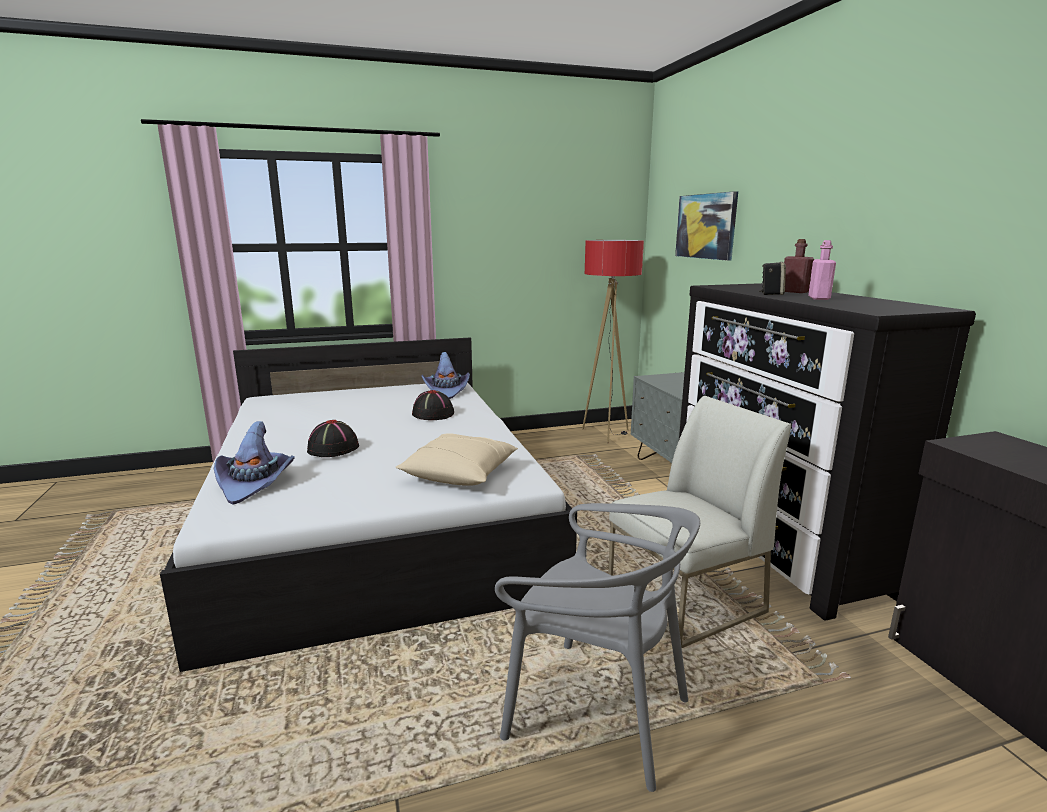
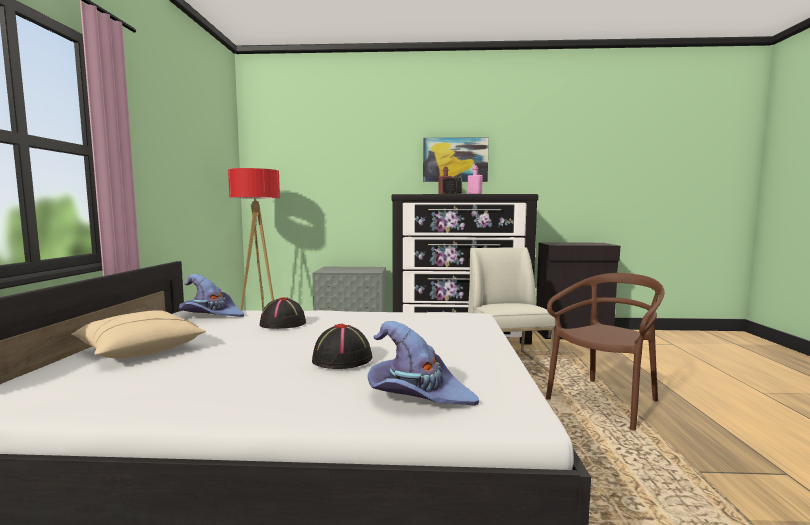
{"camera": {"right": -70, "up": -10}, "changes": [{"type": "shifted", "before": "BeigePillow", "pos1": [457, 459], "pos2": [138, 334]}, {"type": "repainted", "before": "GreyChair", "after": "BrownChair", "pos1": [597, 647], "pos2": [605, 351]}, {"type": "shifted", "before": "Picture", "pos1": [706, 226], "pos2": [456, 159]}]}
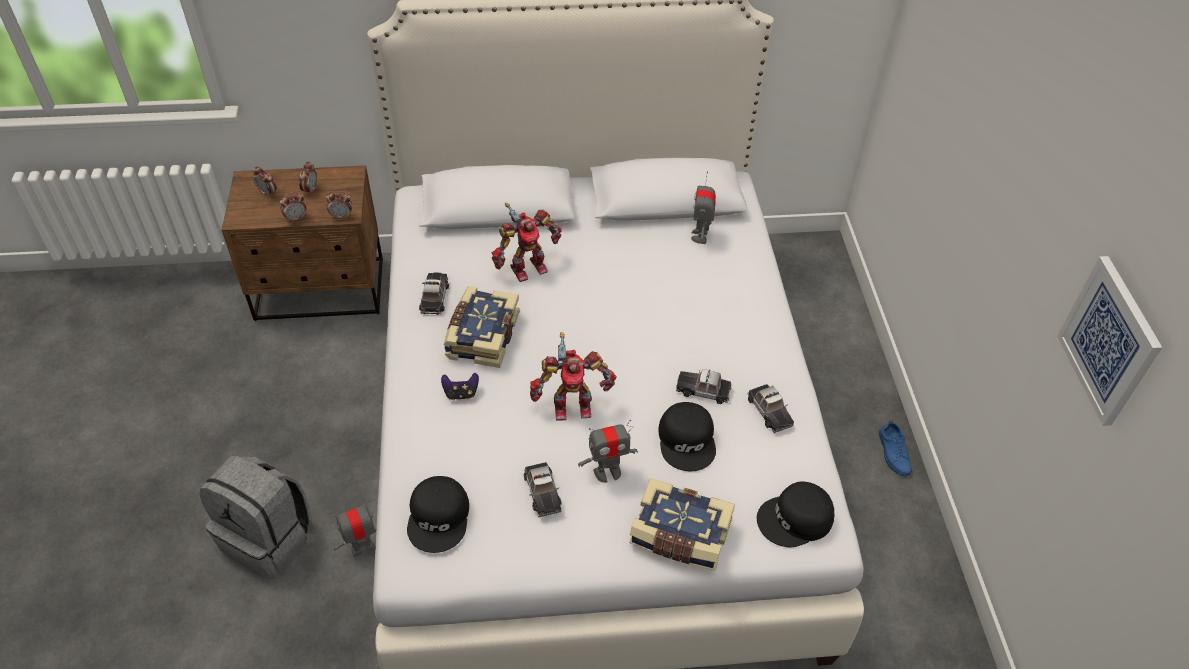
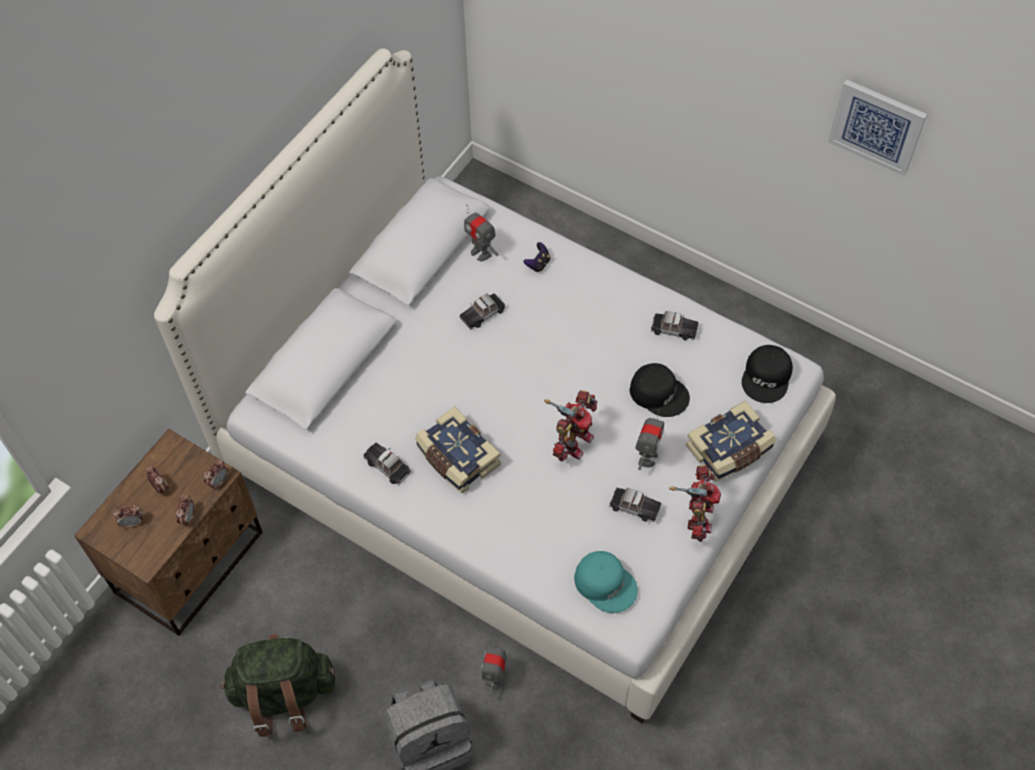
{"camera": {"right": -50, "up": 10}, "changes": [{"type": "repainted", "before": "BlackCap", "after": "TurquoiseCap", "pos1": [438, 514], "pos2": [606, 582]}, {"type": "shifted", "before": "GameController", "pos1": [460, 386], "pos2": [537, 257]}, {"type": "shifted", "before": "ToyRobot", "pos1": [527, 242], "pos2": [695, 503]}, {"type": "shifted", "before": "ToyCar", "pos1": [704, 386], "pos2": [483, 311]}, {"type": "gone", "before": "BlueShoe", "pos1": [895, 448]}, {"type": "new", "after": "GreenBackpack", "pos2": [278, 685]}]}
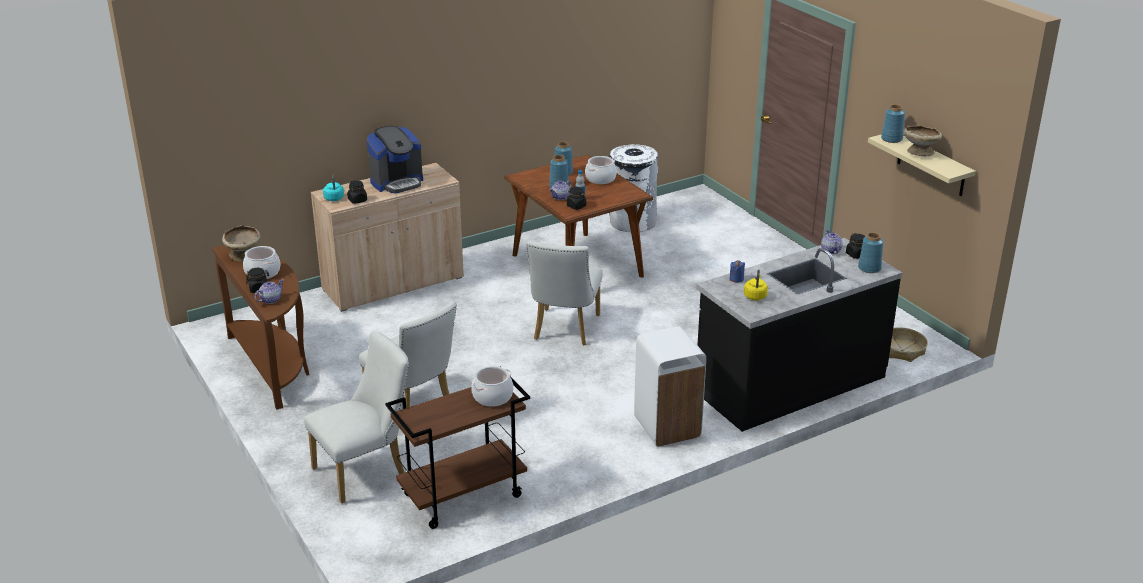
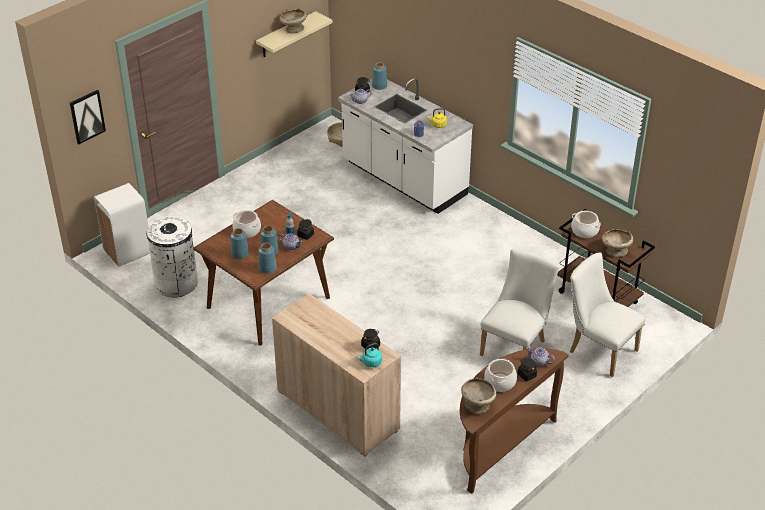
{"camera": {"right": -105, "up": 10}, "changes": [{"type": "gone", "before": "CoffeeMachine", "pos1": [395, 160]}, {"type": "gone", "before": "WhiteChair", "pos1": [564, 292]}, {"type": "shifted", "before": "WhiteTrashCan", "pos1": [670, 386], "pos2": [122, 225]}, {"type": "repainted", "before": "BlackCounter", "after": "WhiteCounter", "pos1": [799, 335], "pos2": [405, 146]}, {"type": "shifted", "before": "BlueVase", "pos1": [893, 123], "pos2": [267, 258]}, {"type": "new", "after": "Picture", "pos2": [88, 117]}, {"type": "new", "after": "BeigeBowl", "pos2": [617, 243]}]}
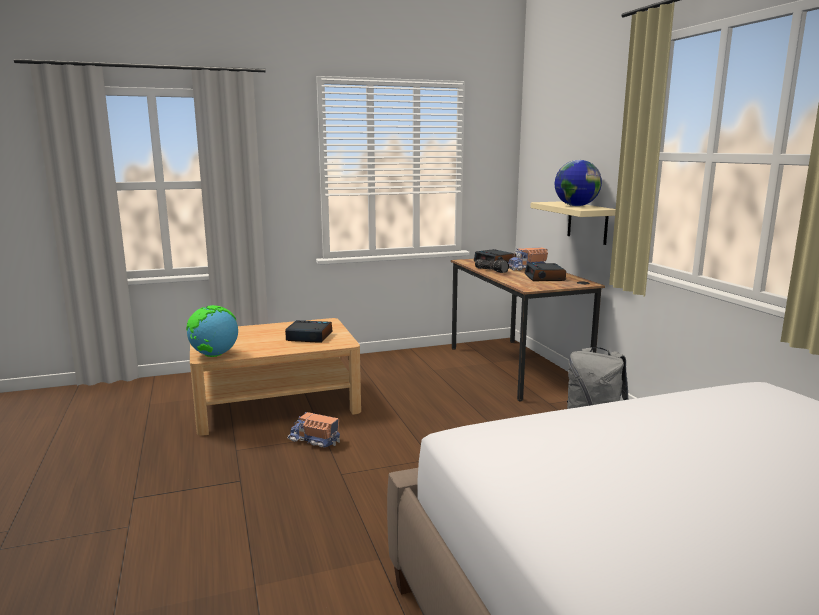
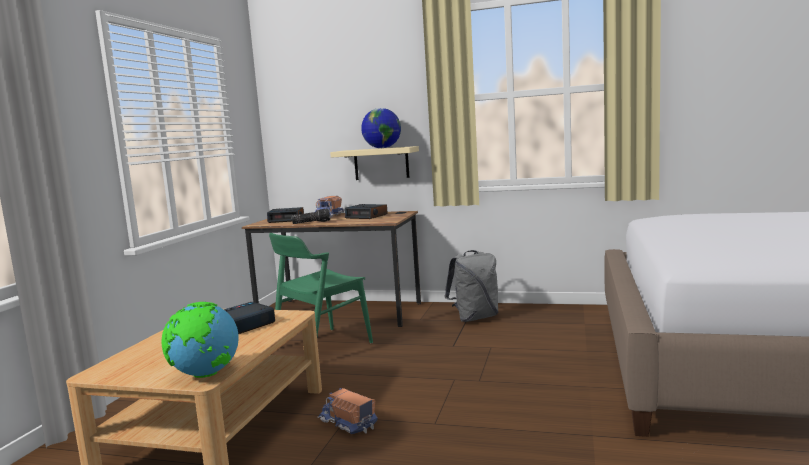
{"camera": {"right": -55, "up": -5}, "changes": [{"type": "rotated", "before": "ToyTruck", "pos1": [313, 430], "pos2": [347, 411], "turn": 75}, {"type": "new", "after": "GreenChair", "pos2": [321, 288]}]}
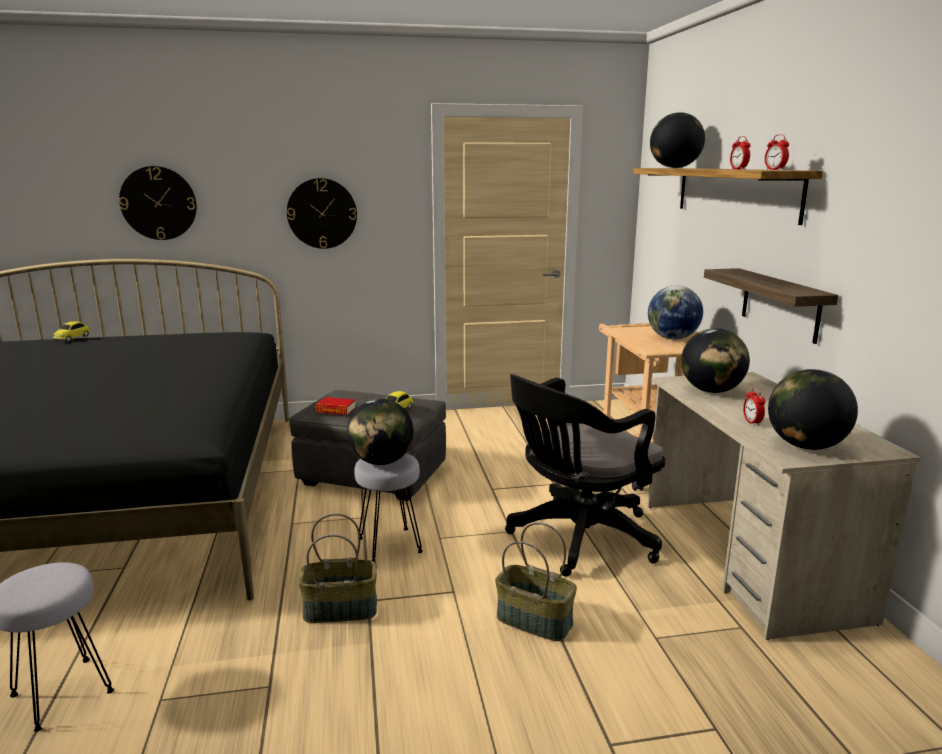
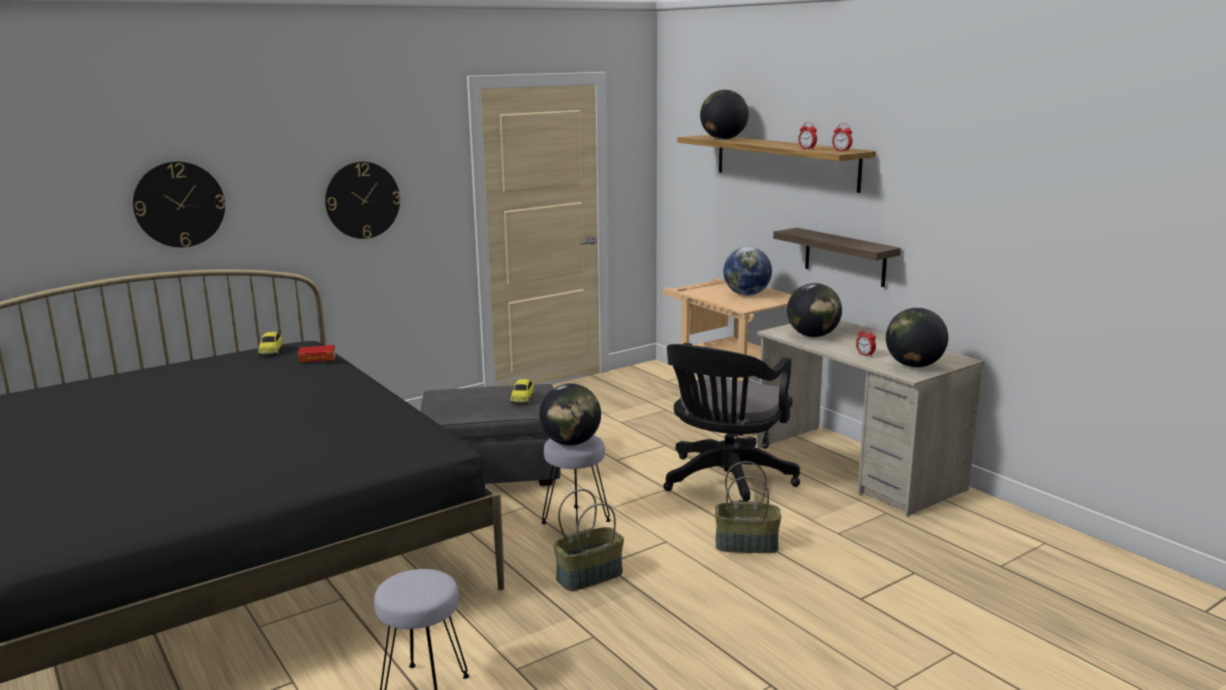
{"camera": {"right": -25, "up": 0}, "changes": [{"type": "shifted", "before": "ToyCar", "pos1": [71, 331], "pos2": [270, 344]}, {"type": "shifted", "before": "Book", "pos1": [335, 406], "pos2": [317, 354]}]}
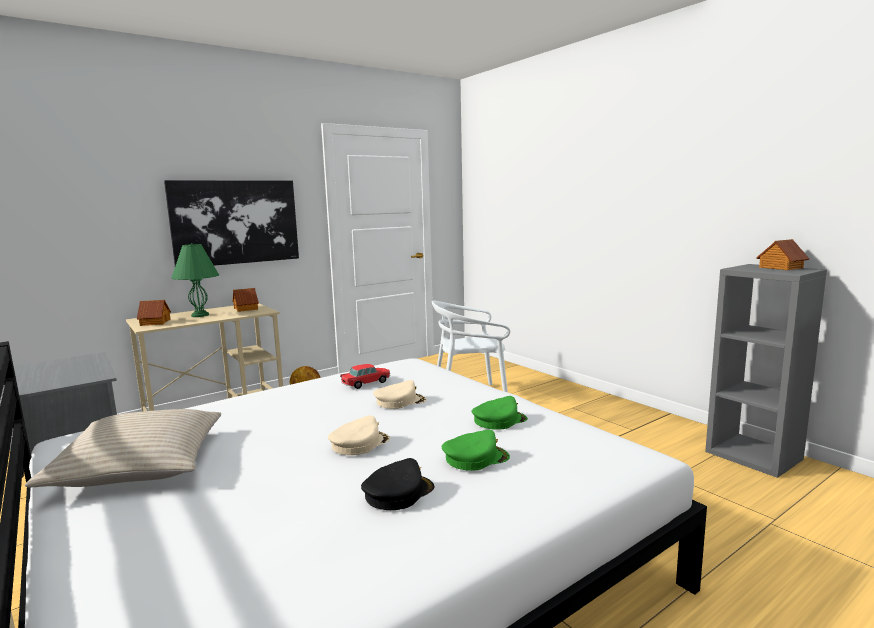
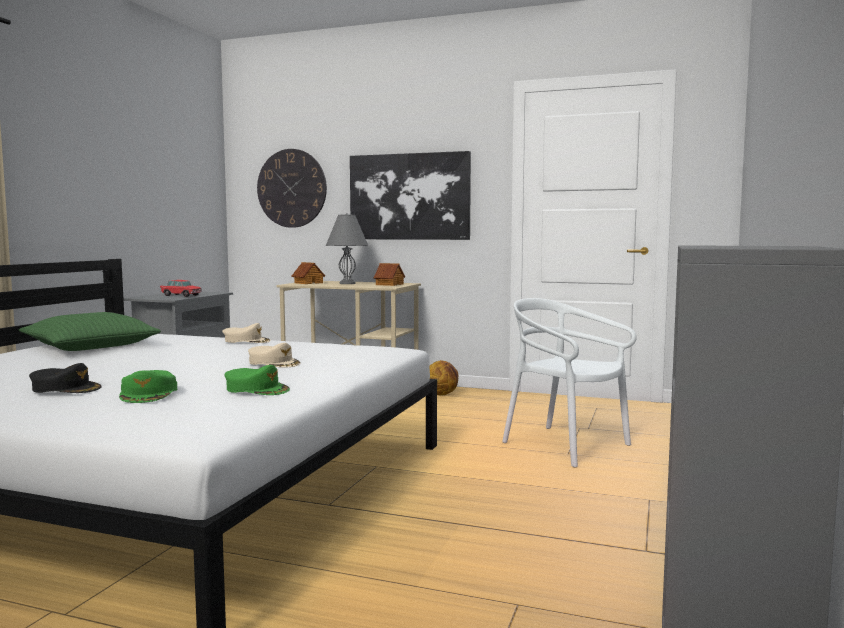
{"camera": {"right": 55, "up": -5}, "changes": [{"type": "repainted", "before": "BeigePillow", "after": "GreenPillow", "pos1": [123, 448], "pos2": [90, 331]}, {"type": "repainted", "before": "GreenTableLamp", "after": "GreyTableLamp", "pos1": [195, 280], "pos2": [347, 248]}, {"type": "shifted", "before": "BeigeCap", "pos1": [359, 435], "pos2": [246, 333]}, {"type": "shifted", "before": "ToyCar", "pos1": [365, 376], "pos2": [181, 288]}, {"type": "rotated", "before": "GreenCap", "pos1": [476, 450], "pos2": [148, 386], "turn": 45}, {"type": "gone", "before": "ToyHouse", "pos1": [782, 254]}, {"type": "new", "after": "WallClock", "pos2": [292, 188]}]}
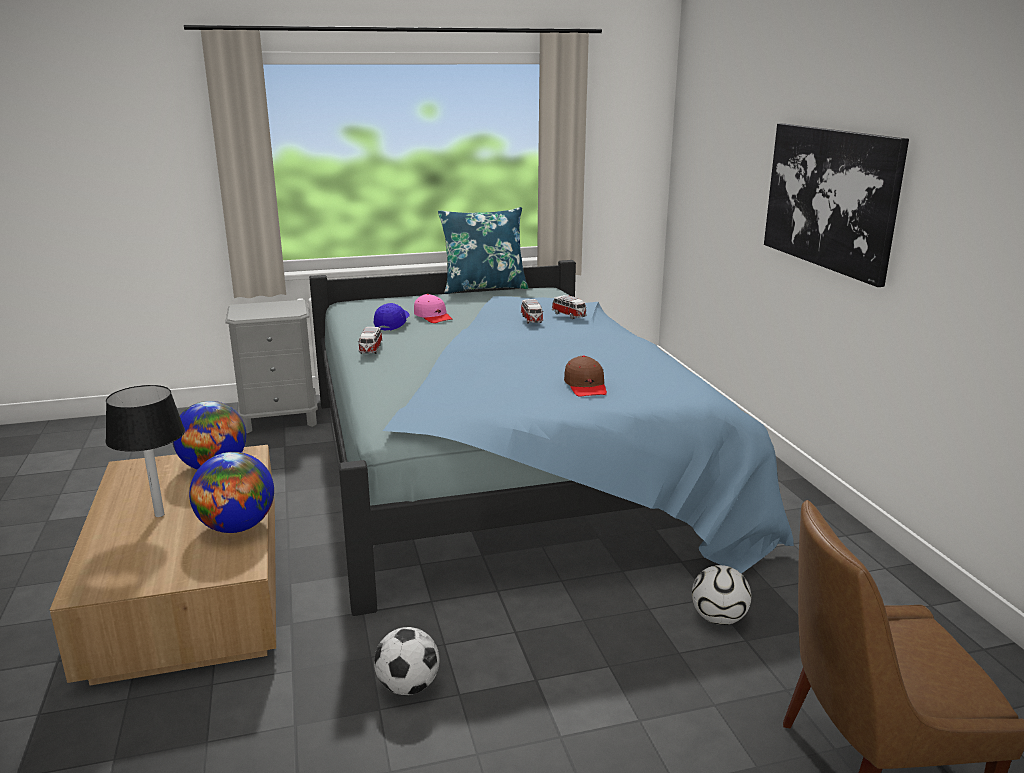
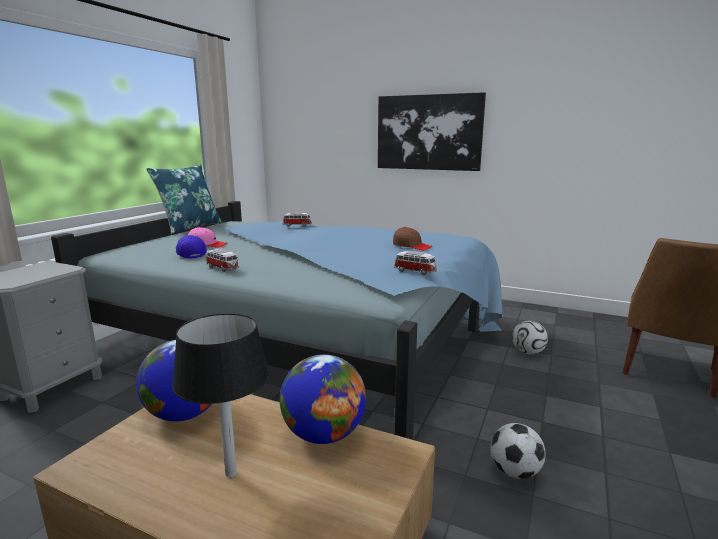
{"camera": {"right": -50, "up": -5}, "changes": [{"type": "shifted", "before": "ToyCar", "pos1": [532, 311], "pos2": [415, 263]}]}
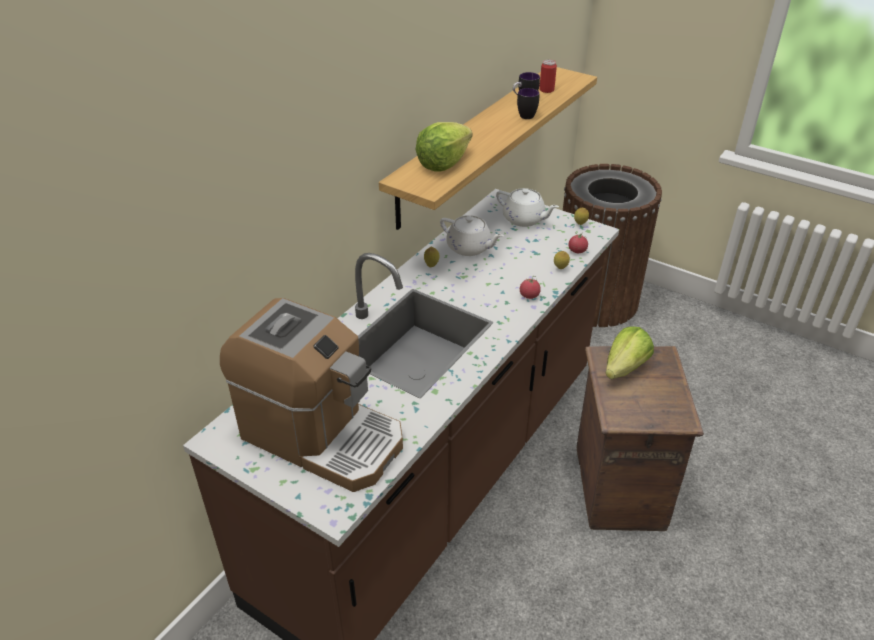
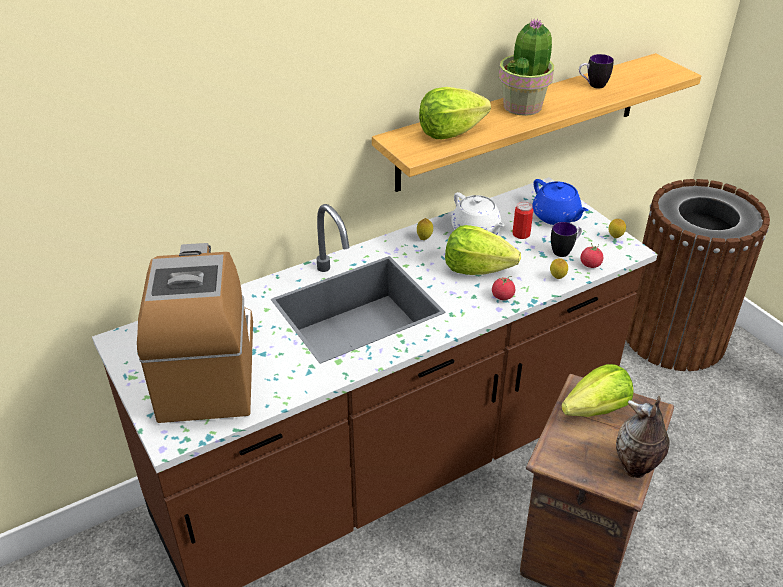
{"camera": {"right": 25, "up": 0}, "changes": [{"type": "rotated", "before": "CoffeeMachine", "pos1": [311, 395], "pos2": [195, 333], "turn": -150}, {"type": "repainted", "before": "WhiteTeapot", "after": "BlueTeapot", "pos1": [527, 207], "pos2": [561, 202]}, {"type": "shifted", "before": "Mug", "pos1": [528, 103], "pos2": [566, 239]}, {"type": "shifted", "before": "Can", "pos1": [548, 76], "pos2": [522, 220]}, {"type": "new", "after": "Lettuce", "pos2": [483, 250]}, {"type": "new", "after": "PottedPlant", "pos2": [526, 67]}, {"type": "new", "after": "Vase", "pos2": [643, 436]}]}
